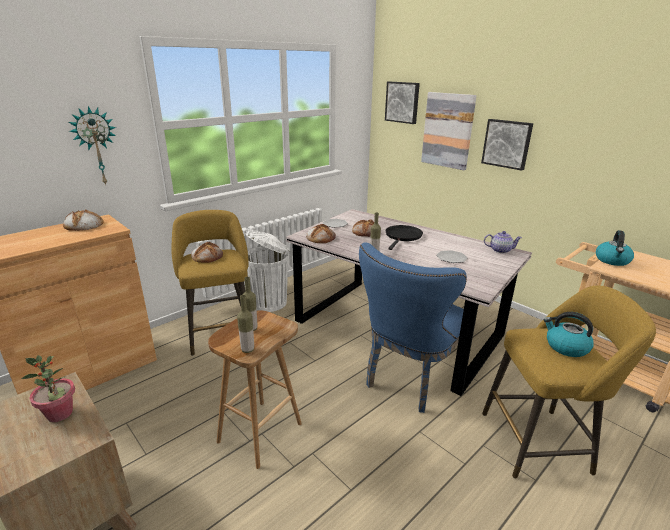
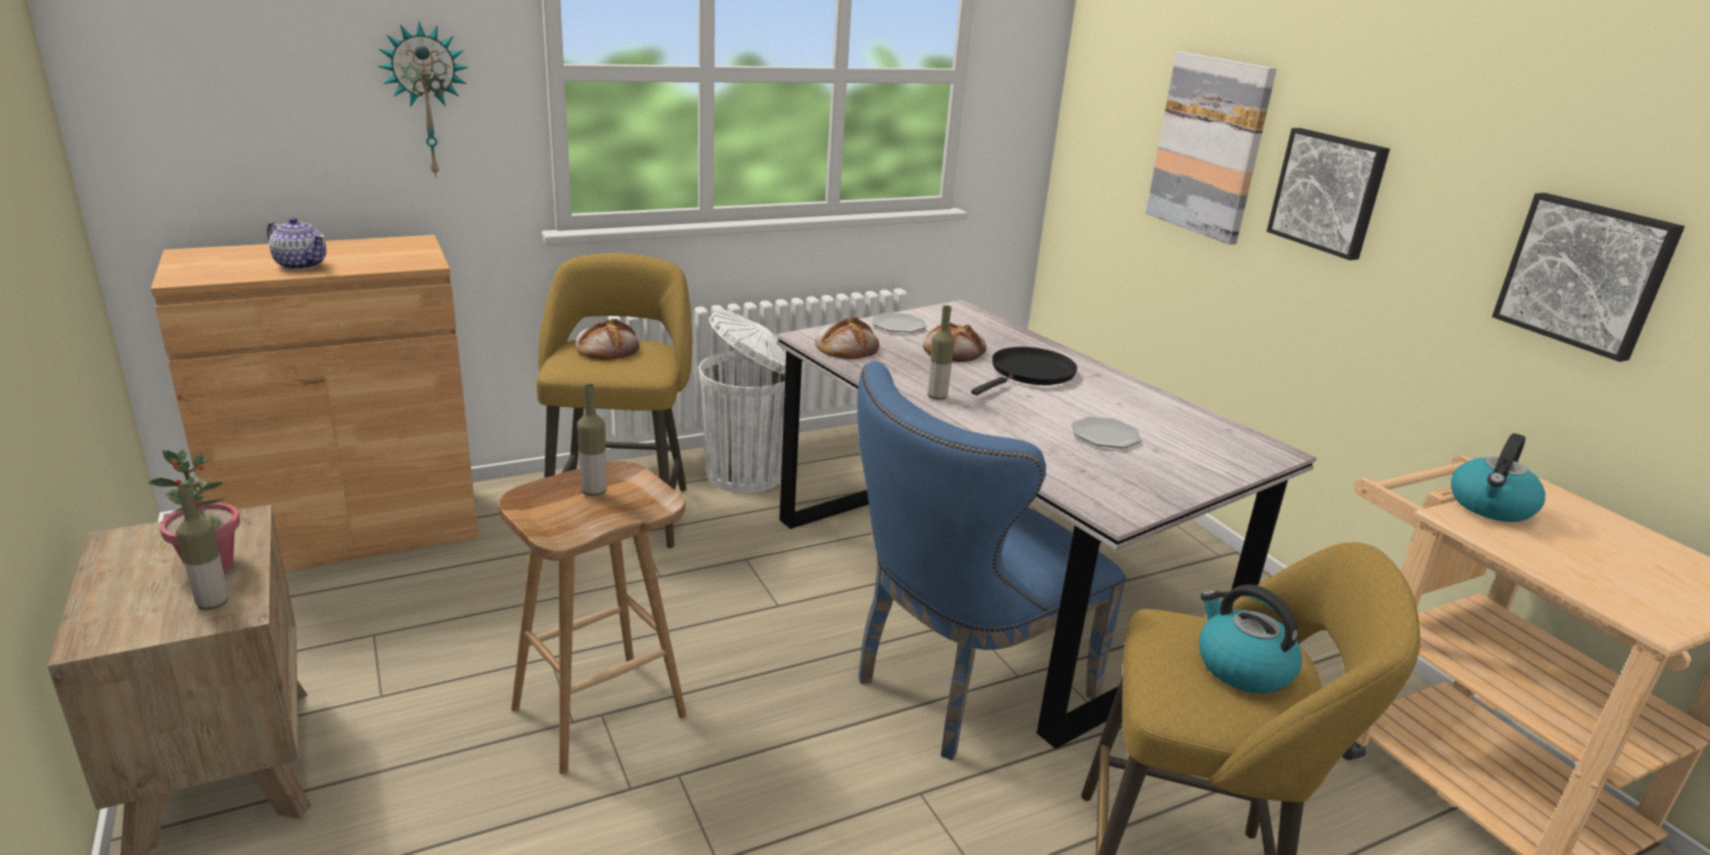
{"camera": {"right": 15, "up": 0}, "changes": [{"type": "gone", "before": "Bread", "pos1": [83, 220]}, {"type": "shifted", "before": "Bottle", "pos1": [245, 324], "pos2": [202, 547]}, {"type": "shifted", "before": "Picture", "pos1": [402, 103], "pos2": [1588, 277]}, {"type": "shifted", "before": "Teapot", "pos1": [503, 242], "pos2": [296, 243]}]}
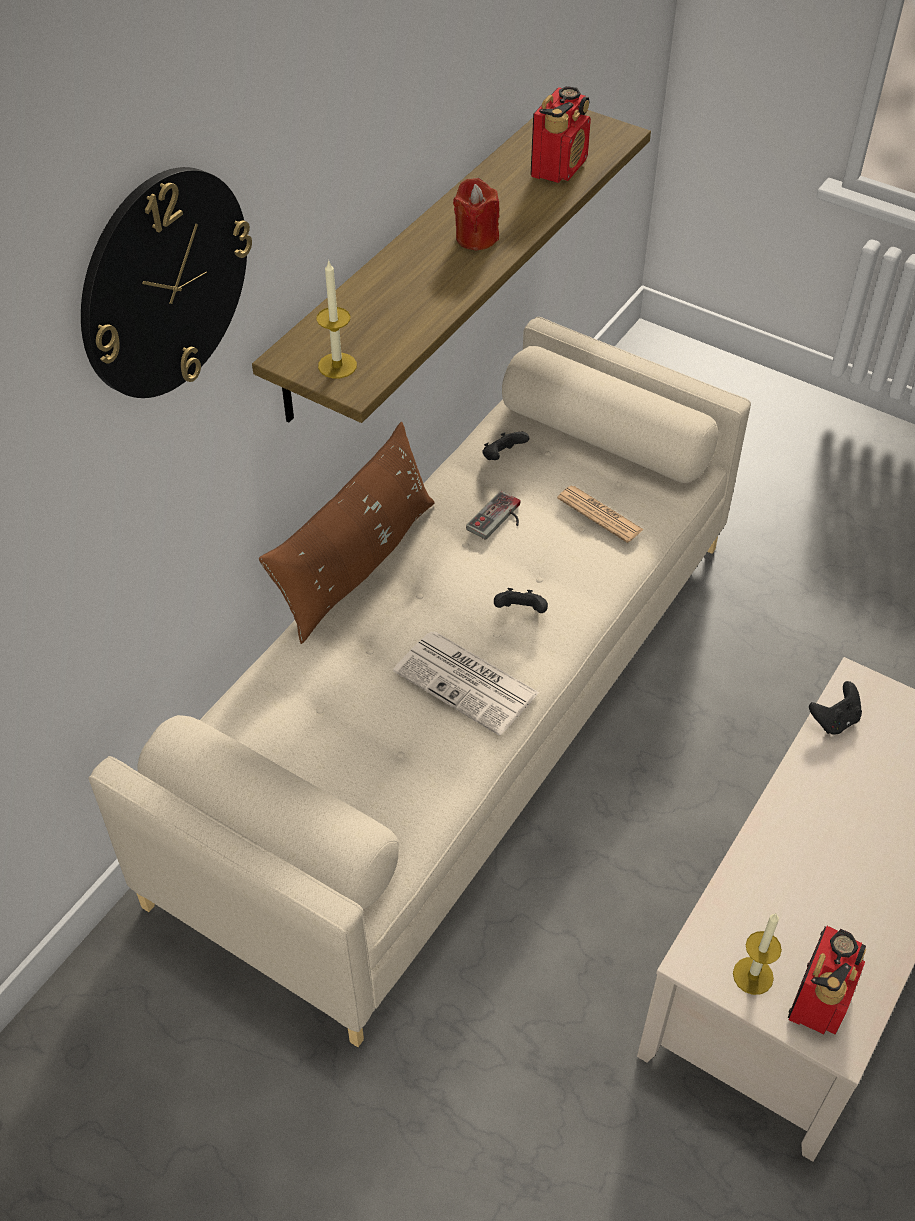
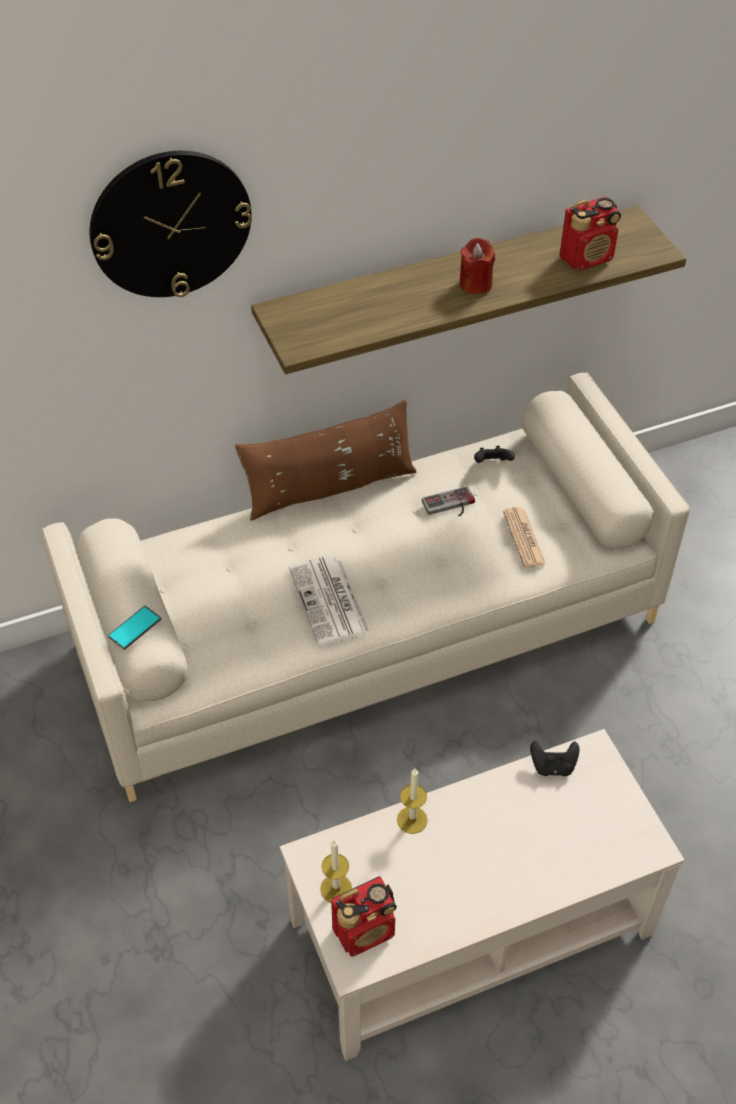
{"camera": {"right": 35, "up": 0}, "changes": [{"type": "shifted", "before": "Candle", "pos1": [336, 319], "pos2": [412, 801]}, {"type": "gone", "before": "BlackGameController", "pos1": [521, 600]}, {"type": "new", "after": "Phone", "pos2": [134, 628]}]}
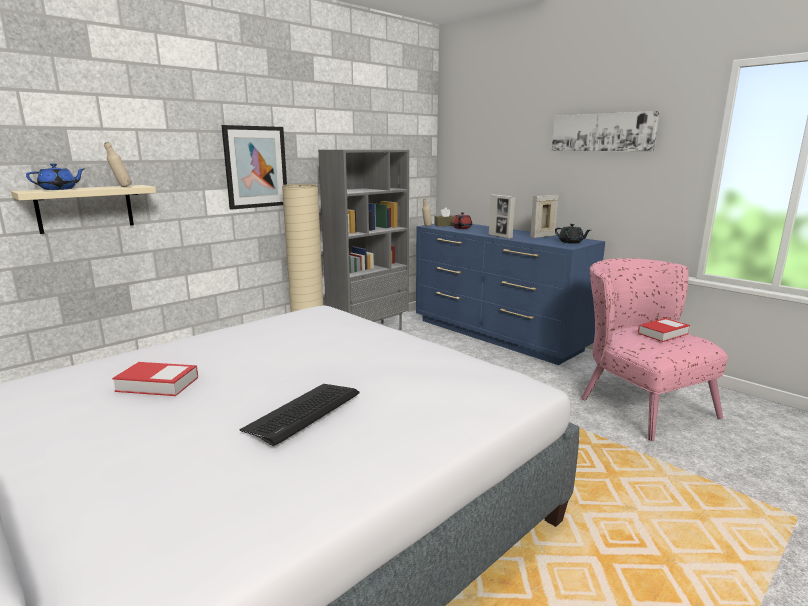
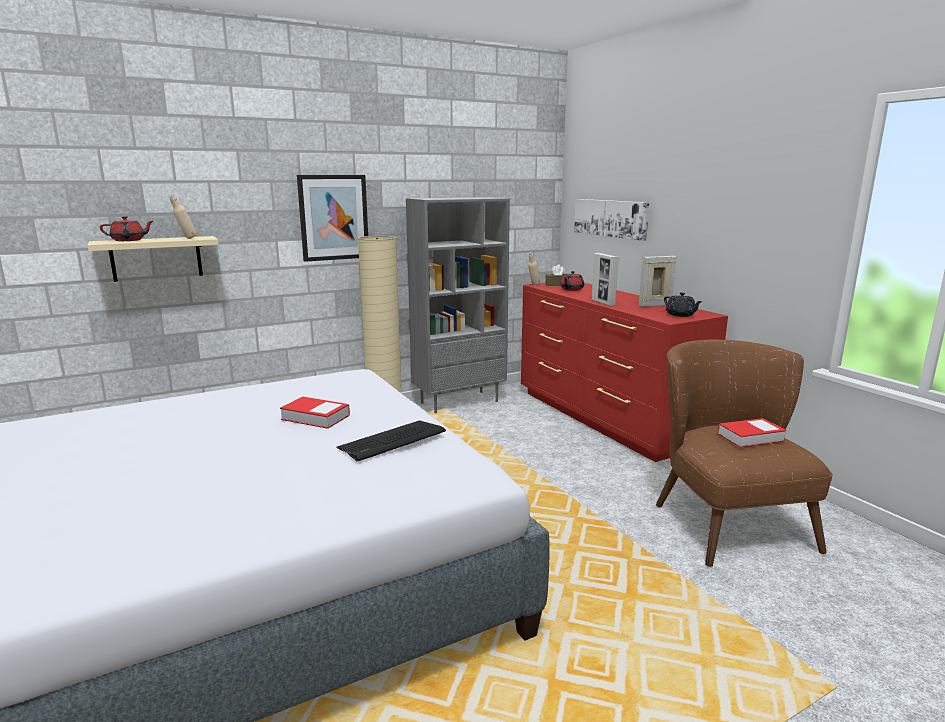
{"camera": {"right": 15, "up": 0}, "changes": [{"type": "repainted", "before": "BlueTeapot", "after": "RedTeapot", "pos1": [56, 177], "pos2": [126, 228]}, {"type": "shifted", "before": "Book", "pos1": [155, 379], "pos2": [315, 413]}, {"type": "shifted", "before": "Keyboard", "pos1": [300, 415], "pos2": [391, 440]}, {"type": "repainted", "before": "BlueDresser", "after": "RedDresser", "pos1": [510, 294], "pos2": [624, 372]}, {"type": "shifted", "before": "Picture", "pos1": [606, 131], "pos2": [612, 220]}, {"type": "repainted", "before": "PinkArmchair", "after": "BrownArmchair", "pos1": [655, 349], "pos2": [744, 453]}]}
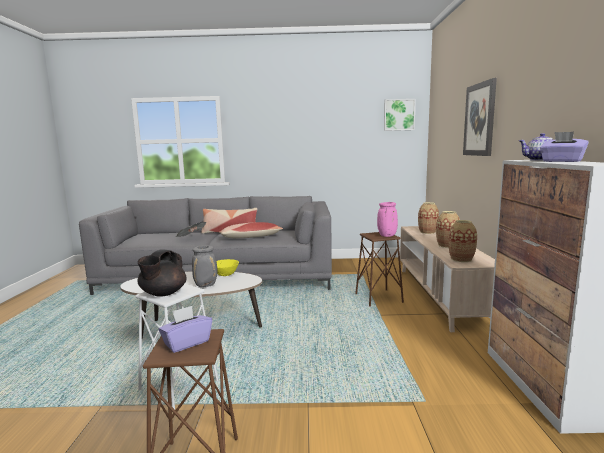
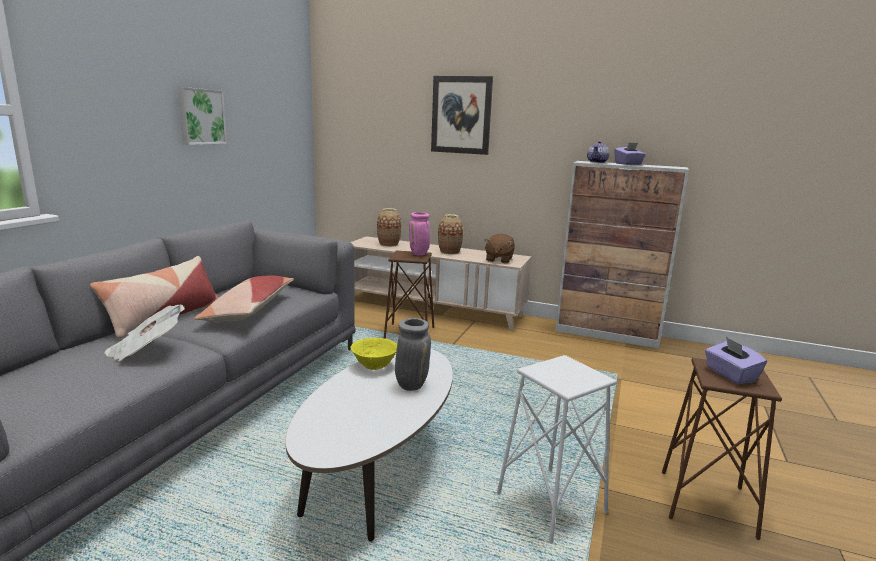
{"camera": {"right": -70, "up": 5}, "changes": [{"type": "gone", "before": "BlackTeapot", "pos1": [162, 273]}, {"type": "shifted", "before": "Picture", "pos1": [400, 115], "pos2": [202, 116]}, {"type": "swapped", "before": "Vase", "after": "BrownPlushToy", "pos1": [463, 241], "pos2": [499, 248]}]}
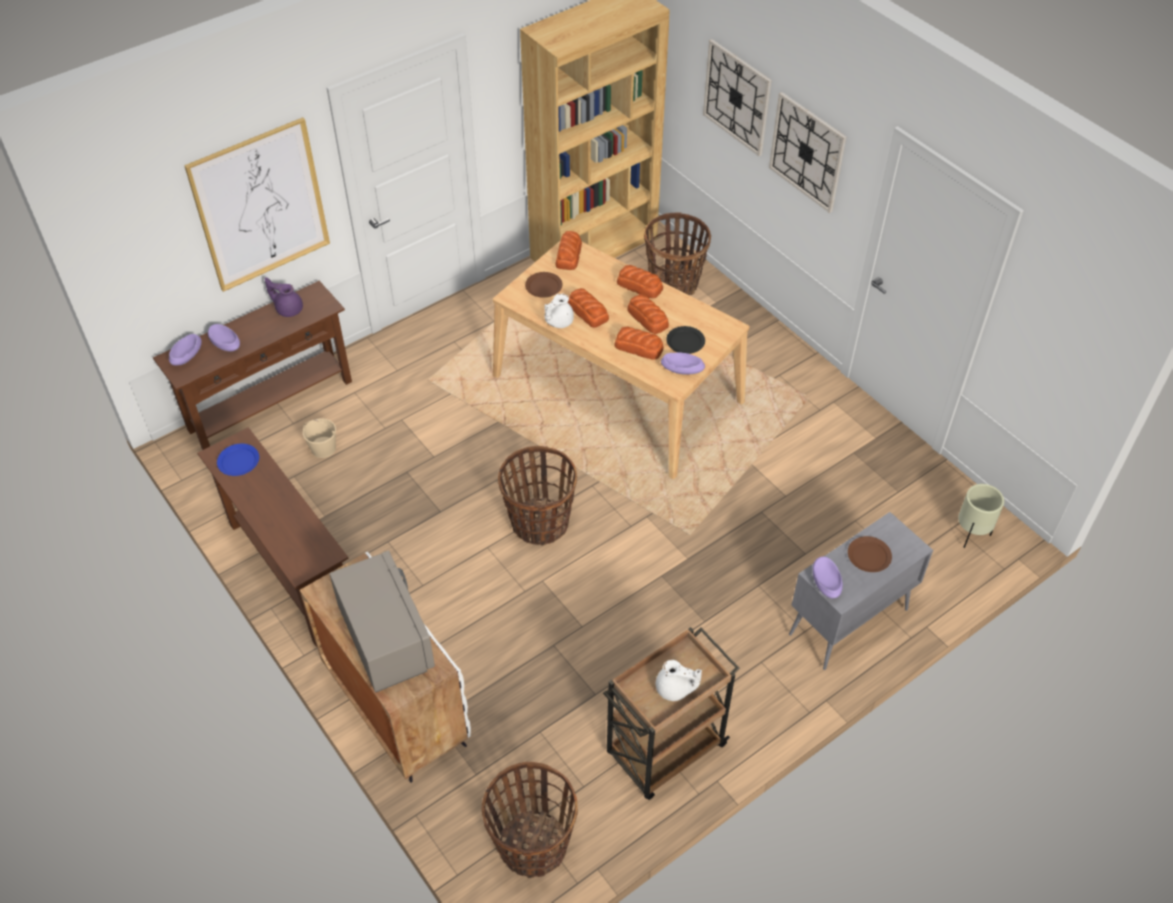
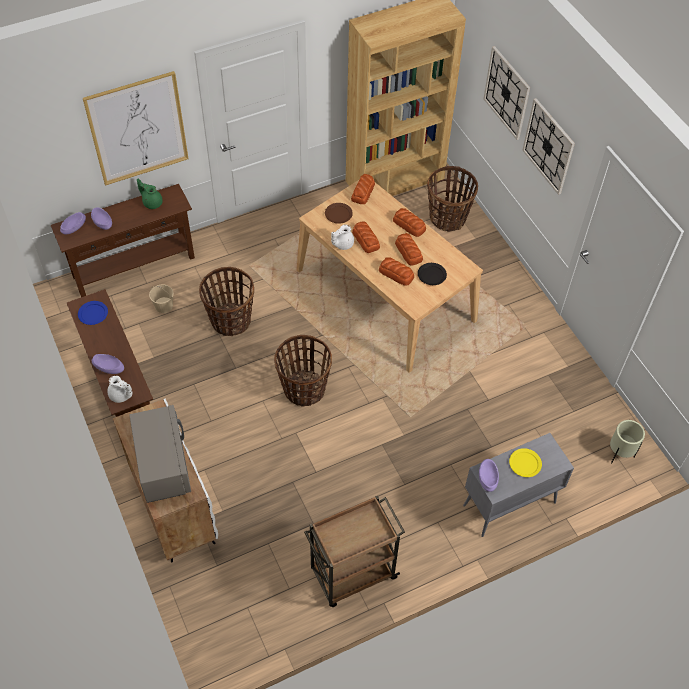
{"camera": {"right": 10, "up": 5}, "changes": [{"type": "repainted", "before": "PurpleTeapot", "after": "GreenTeapot", "pos1": [284, 297], "pos2": [150, 194]}, {"type": "shifted", "before": "Basket", "pos1": [529, 820], "pos2": [226, 301]}, {"type": "shifted", "before": "WhiteTeapot", "pos1": [679, 680], "pos2": [119, 389]}, {"type": "shifted", "before": "PurpleBowl", "pos1": [683, 364], "pos2": [108, 364]}, {"type": "repainted", "before": "BrownPlate", "after": "YellowPlate", "pos1": [870, 554], "pos2": [525, 462]}]}
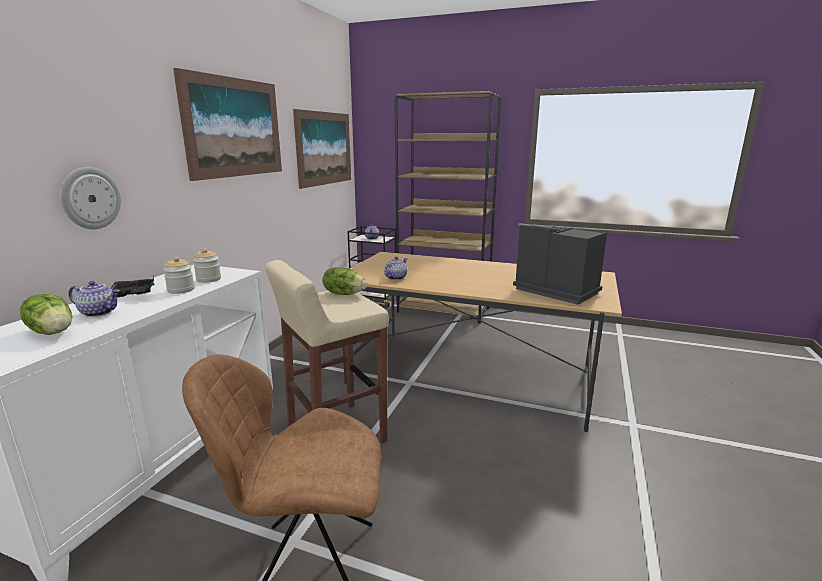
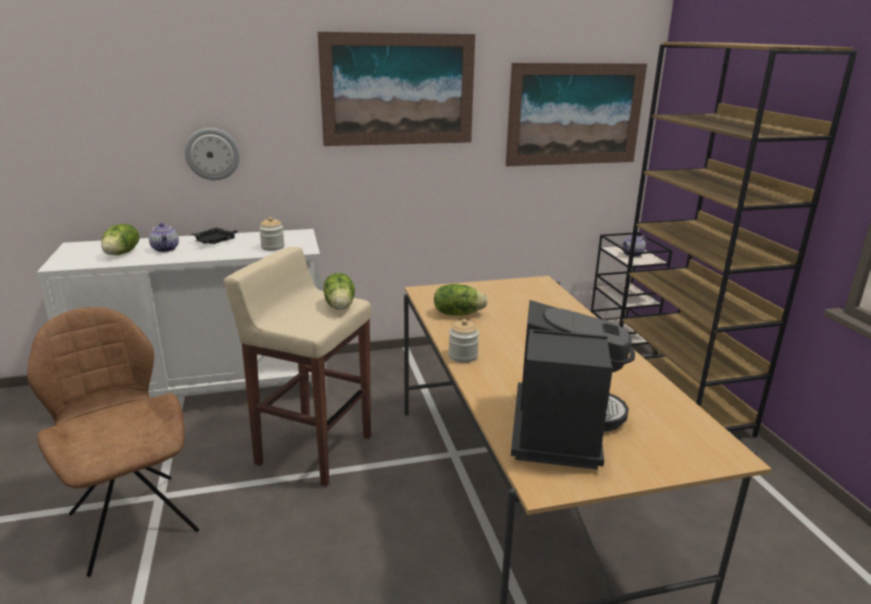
{"camera": {"right": 55, "up": 5}, "changes": [{"type": "shifted", "before": "Jar", "pos1": [179, 275], "pos2": [463, 341]}, {"type": "swapped", "before": "Teapot", "after": "Lettuce", "pos1": [395, 268], "pos2": [461, 300]}]}
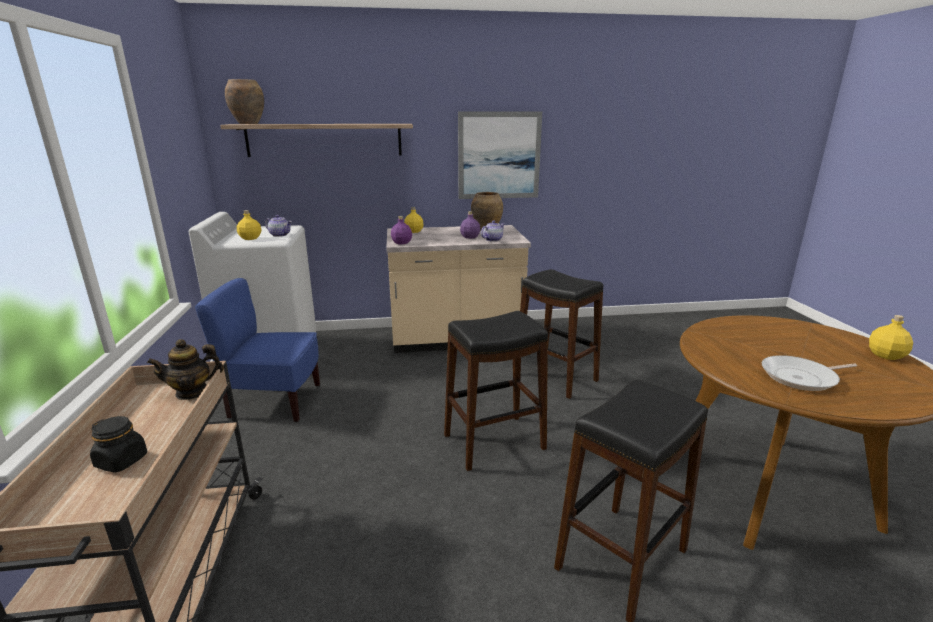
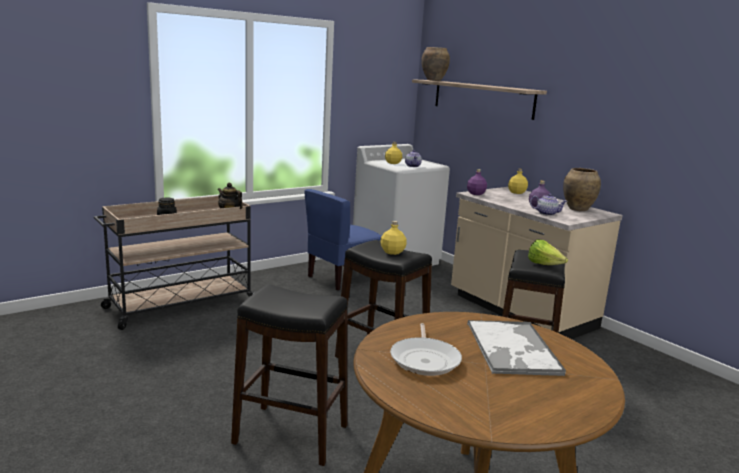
{"camera": {"right": 60, "up": -5}, "changes": [{"type": "rotated", "before": "BlueChair", "pos1": [257, 350], "pos2": [343, 240], "turn": -105}, {"type": "gone", "before": "Picture", "pos1": [500, 155]}, {"type": "rotated", "before": "FryingPan", "pos1": [809, 373], "pos2": [426, 349], "turn": -135}, {"type": "shifted", "before": "YellowBottle", "pos1": [891, 337], "pos2": [393, 238]}, {"type": "new", "after": "Tray", "pos2": [516, 348]}, {"type": "new", "after": "Lettuce", "pos2": [548, 252]}]}
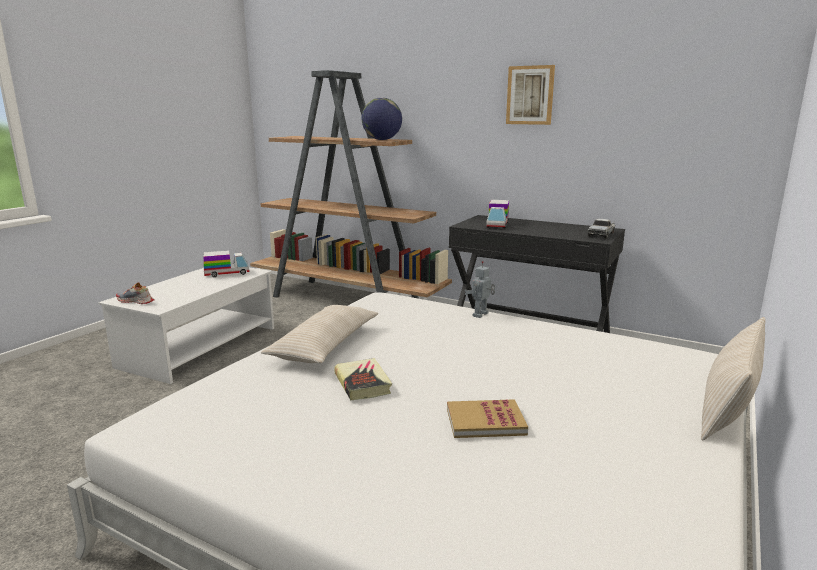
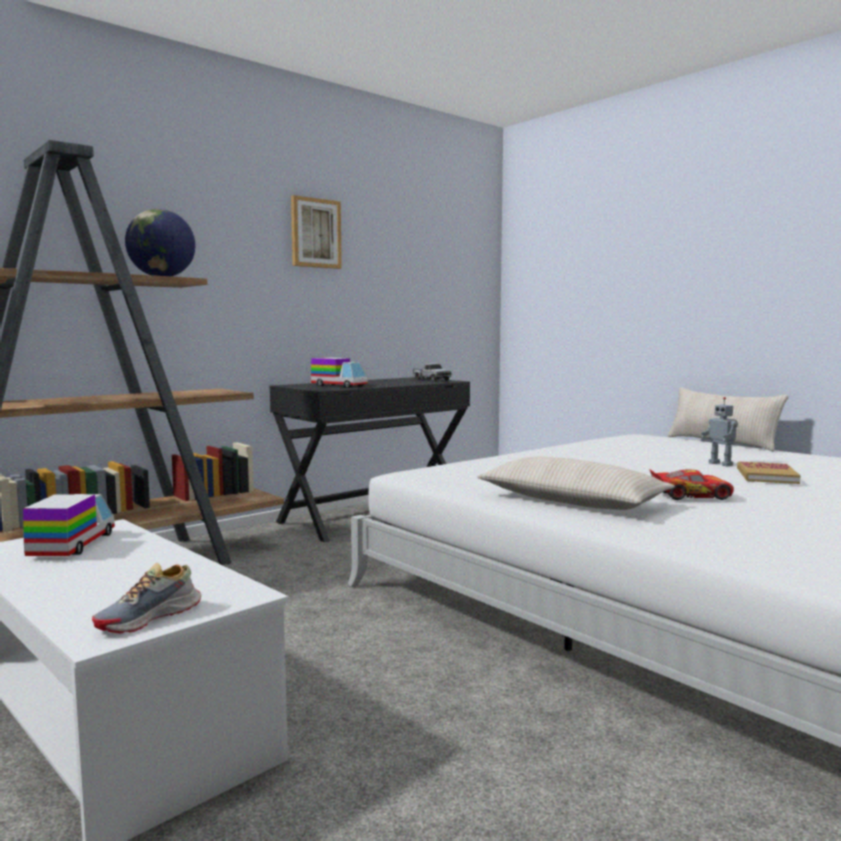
{"camera": {"right": -70, "up": -10}, "changes": [{"type": "swapped", "before": "Book", "after": "ToyCar", "pos1": [363, 379], "pos2": [691, 484]}, {"type": "shifted", "before": "ToyRobot", "pos1": [480, 289], "pos2": [719, 431]}]}
